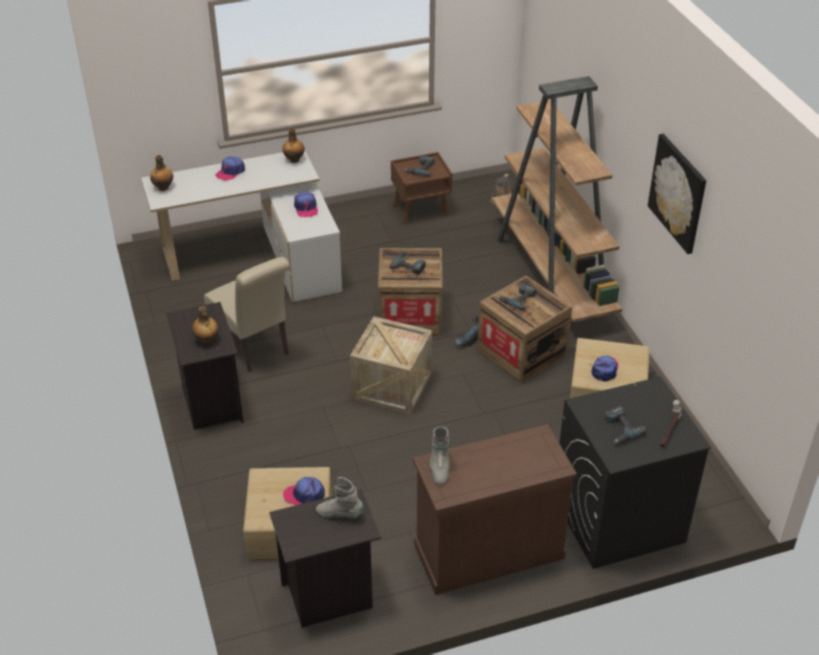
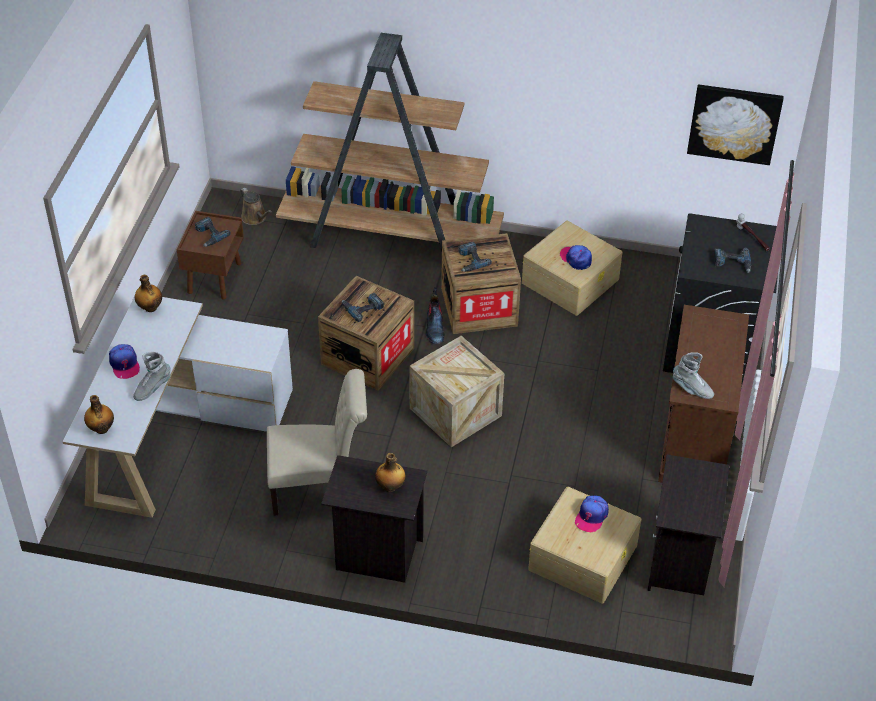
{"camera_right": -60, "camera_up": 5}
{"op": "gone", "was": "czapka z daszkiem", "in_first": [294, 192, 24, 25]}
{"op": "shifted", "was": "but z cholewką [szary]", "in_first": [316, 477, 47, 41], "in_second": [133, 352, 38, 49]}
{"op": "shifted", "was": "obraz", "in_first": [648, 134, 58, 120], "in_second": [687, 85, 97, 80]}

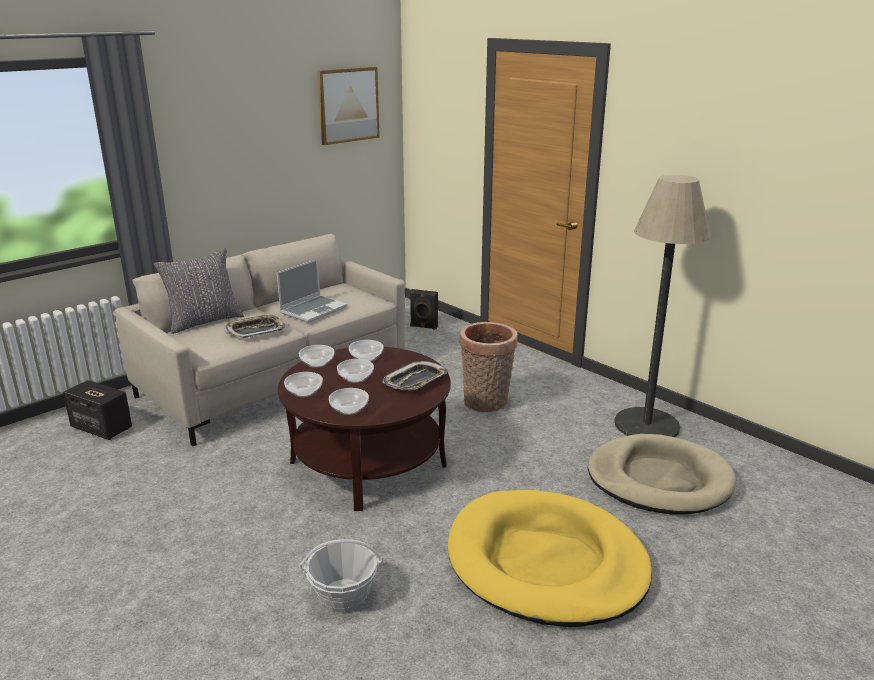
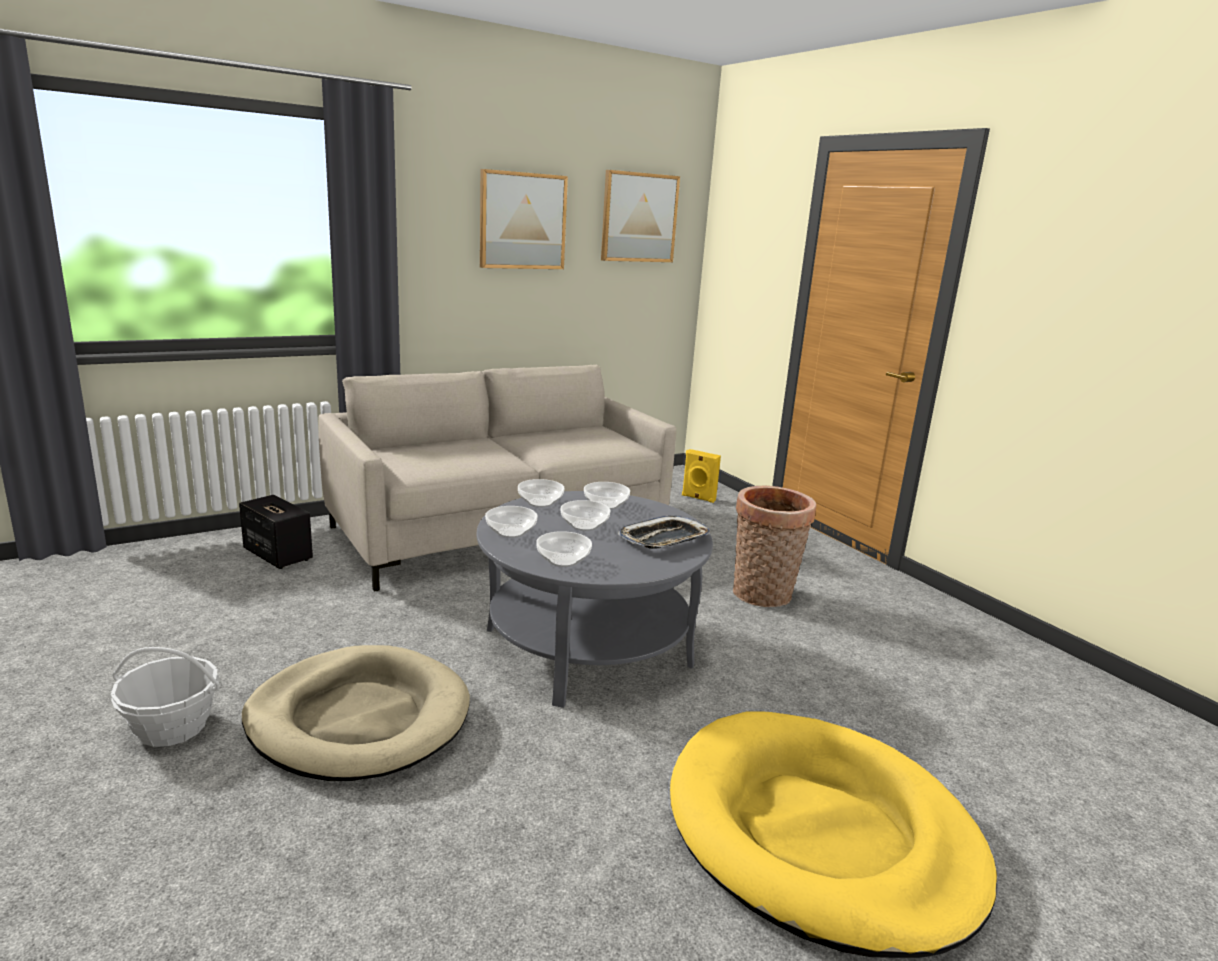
{"camera_right": 10, "camera_up": -5}
{"op": "gone", "was": "poduszka [szary]", "in_first": [154, 248, 90, 86]}
{"op": "gone", "was": "taca", "in_first": [224, 314, 61, 24]}
{"op": "gone", "was": "laptop", "in_first": [277, 259, 70, 64]}
{"op": "repainted", "was": "ława [brązowy]", "now": "ława [szary]", "in_first": [278, 347, 173, 164], "in_second": [477, 491, 236, 217]}
{"op": "shifted", "was": "koszyk", "in_first": [299, 539, 84, 73], "in_second": [111, 647, 109, 100]}
{"op": "repainted", "was": "głośnik [czarny]", "now": "głośnik [żółty]", "in_first": [410, 289, 28, 41], "in_second": [682, 449, 39, 54]}
{"op": "shifted", "was": "legowisko [beżowy]", "in_first": [588, 434, 148, 81], "in_second": [242, 645, 228, 136]}
{"op": "gone", "was": "lampa stojąca", "in_first": [615, 175, 95, 262]}
{"op": "new", "now": "obraz", "in_second": [480, 169, 88, 100]}

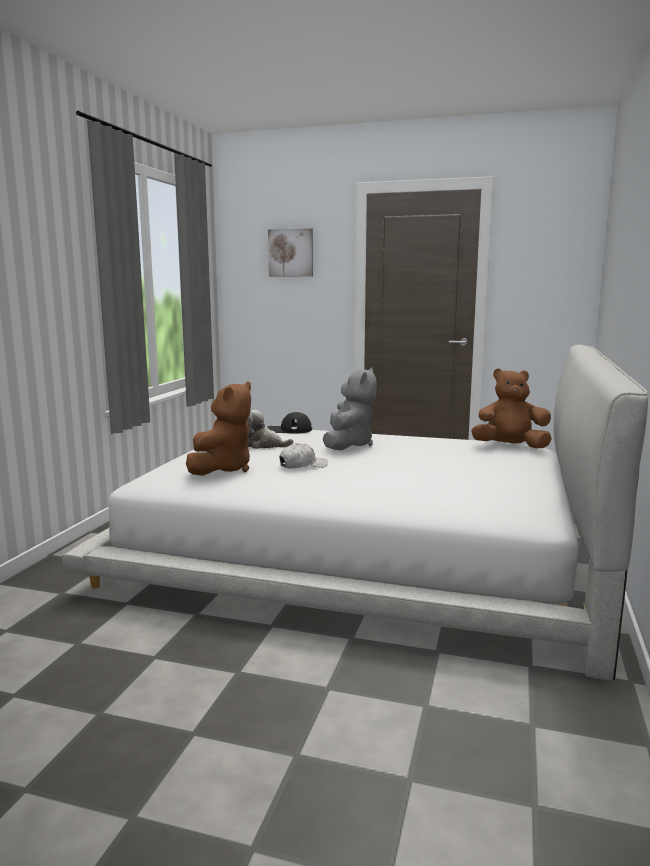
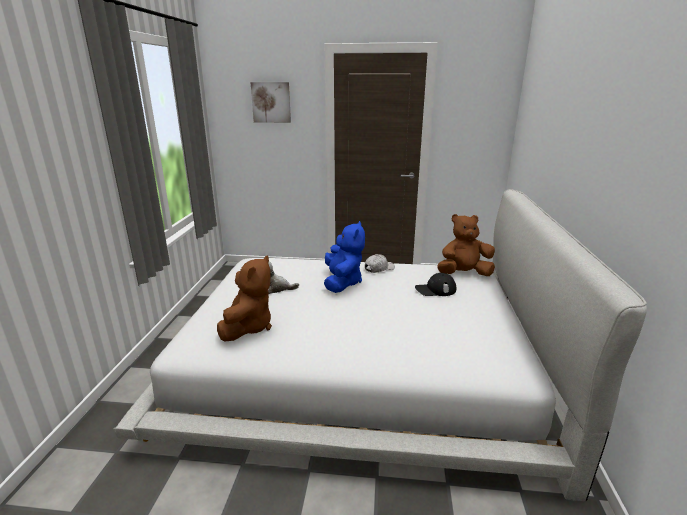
{"camera_right": -10, "camera_up": 10}
{"op": "shifted", "was": "czapka z daszkiem [czarny]", "in_first": [267, 412, 45, 22], "in_second": [415, 273, 41, 23]}
{"op": "shifted", "was": "czapka z daszkiem [biały]", "in_first": [279, 443, 49, 25], "in_second": [365, 254, 30, 19]}
{"op": "repainted", "was": "pluszak [szary]", "now": "pluszak [niebieski]", "in_first": [323, 368, 53, 82], "in_second": [324, 221, 41, 72]}

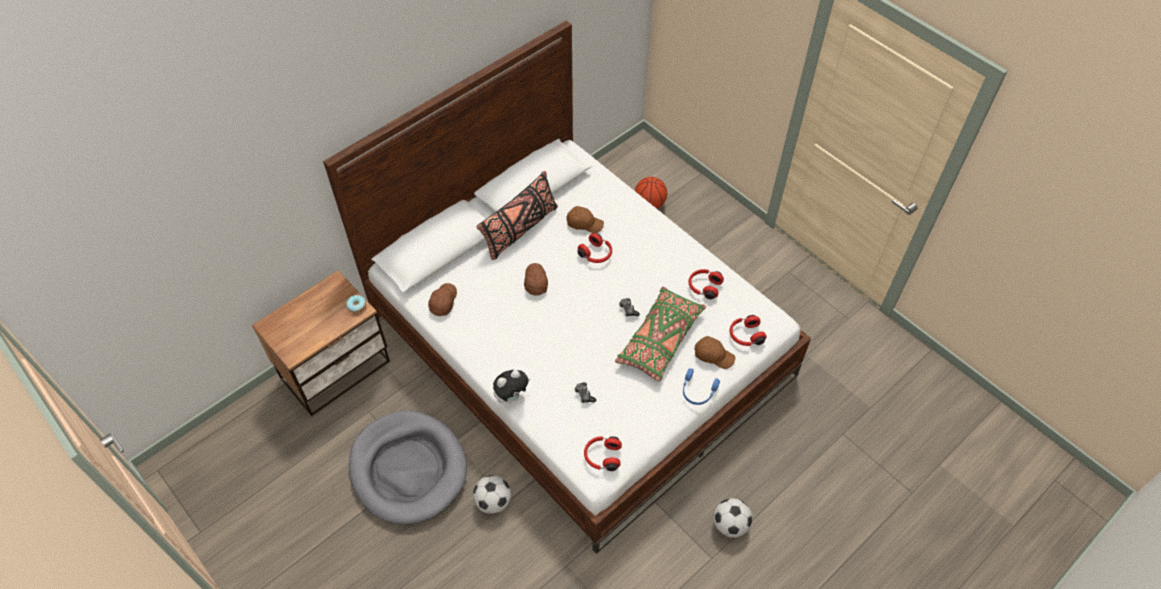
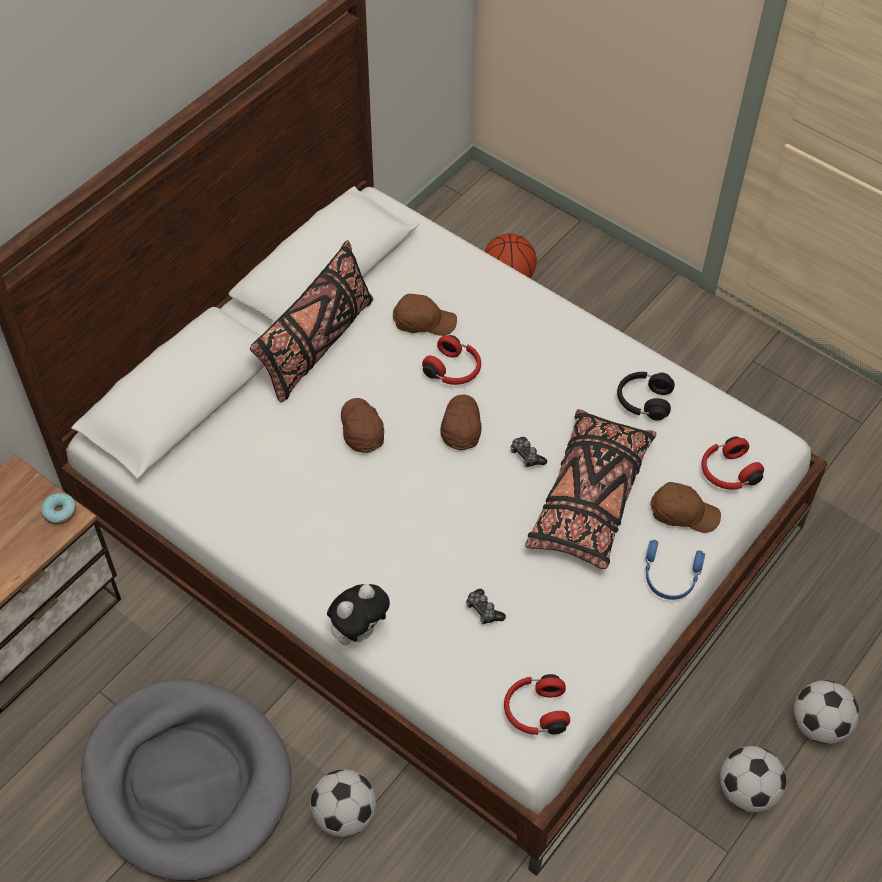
{"camera_right": -10, "camera_up": 0}
{"op": "shifted", "was": "czapka z daszkiem [brązowy]", "in_first": [428, 283, 29, 33], "in_second": [440, 394, 41, 56]}
{"op": "repainted", "was": "poduszka [zielony]", "now": "poduszka [czarny]", "in_first": [615, 287, 91, 94], "in_second": [525, 409, 132, 160]}
{"op": "repainted", "was": "słuchawki [czerwony]", "now": "słuchawki [czarny]", "in_first": [689, 269, 35, 30], "in_second": [617, 372, 58, 48]}
{"op": "new", "now": "piłka futbolowa", "in_second": [794, 680, 65, 64]}

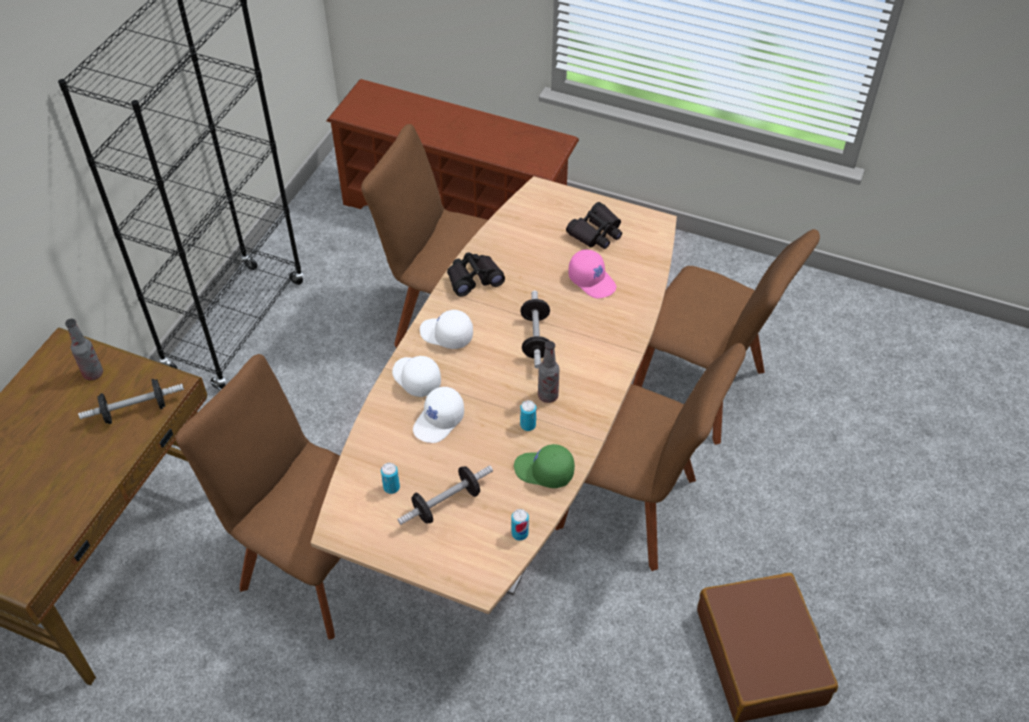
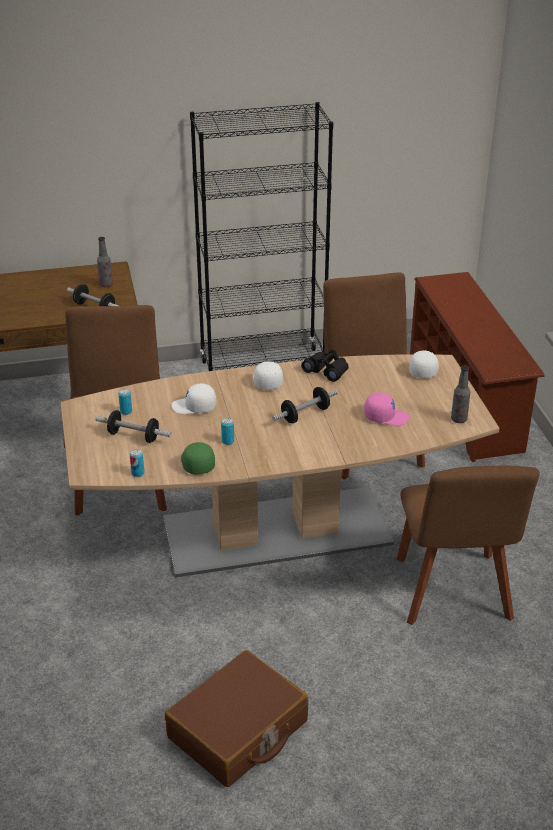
{"camera_right": 55, "camera_up": -15}
{"op": "shifted", "was": "czapka z daszkiem [biały]", "in_first": [392, 356, 49, 41], "in_second": [409, 350, 30, 28]}
{"op": "shifted", "was": "butelka", "in_first": [538, 341, 21, 62], "in_second": [451, 366, 19, 57]}
{"op": "gone", "was": "krzesło [brązowy]", "in_first": [555, 343, 191, 228]}
{"op": "gone", "was": "lornetka [czarny]", "in_first": [566, 202, 56, 47]}
{"op": "rotated", "was": "czapka z daszkiem [różowy]", "in_first": [568, 250, 48, 48], "in_second": [364, 392, 46, 34], "clockwise": -90}

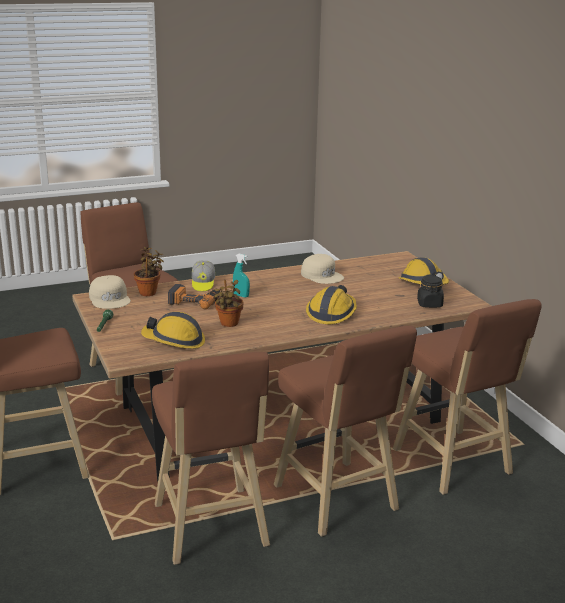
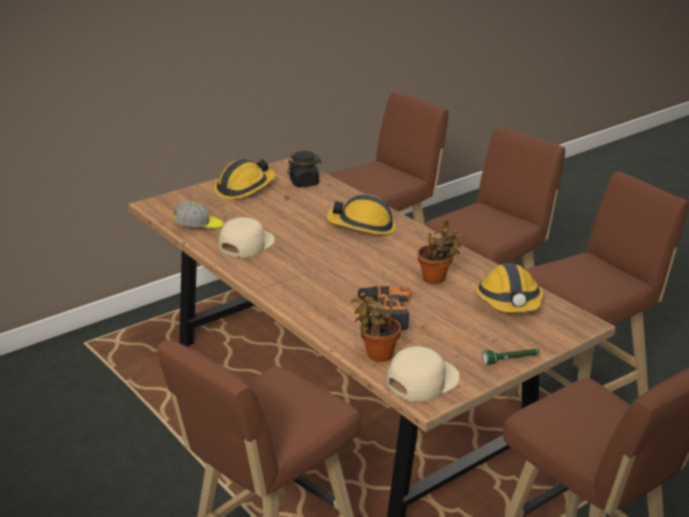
{"camera_right": -105, "camera_up": 5}
{"op": "shifted", "was": "czapka z daszkiem", "in_first": [192, 261, 23, 30], "in_second": [173, 201, 50, 27]}
{"op": "gone", "was": "spryskiwacz [turkusowy]", "in_first": [233, 254, 17, 44]}

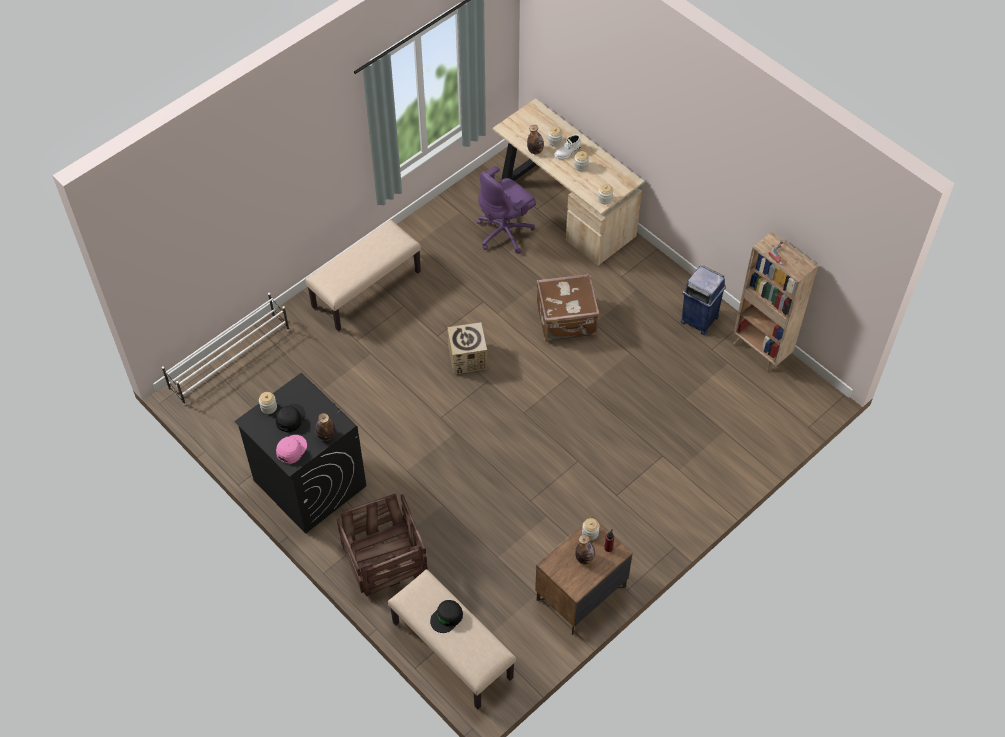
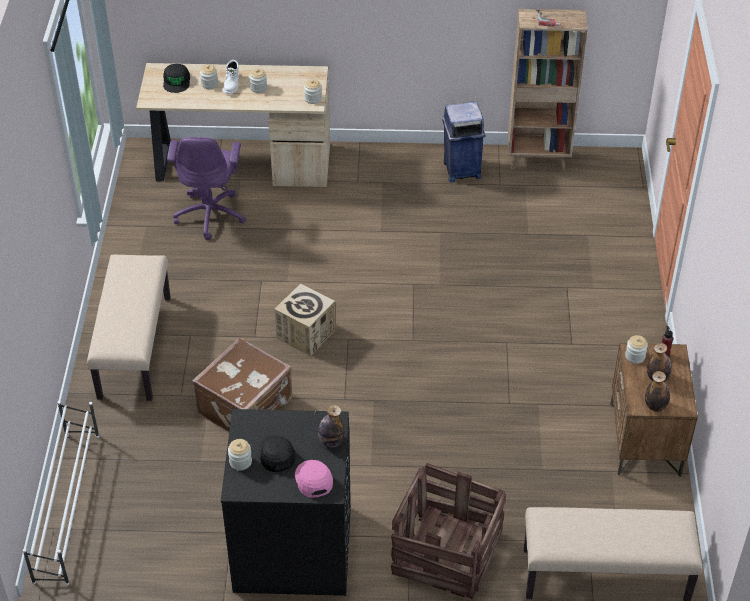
{"camera_right": -45, "camera_up": -10}
{"op": "shifted", "was": "czapka z daszkiem [czarny]", "in_first": [430, 600, 33, 33], "in_second": [163, 64, 27, 29]}
{"op": "shifted", "was": "butelka", "in_first": [527, 125, 17, 29], "in_second": [645, 371, 25, 41]}
{"op": "shifted", "was": "walizka [brązowy]", "in_first": [537, 274, 63, 67], "in_second": [192, 337, 101, 95]}

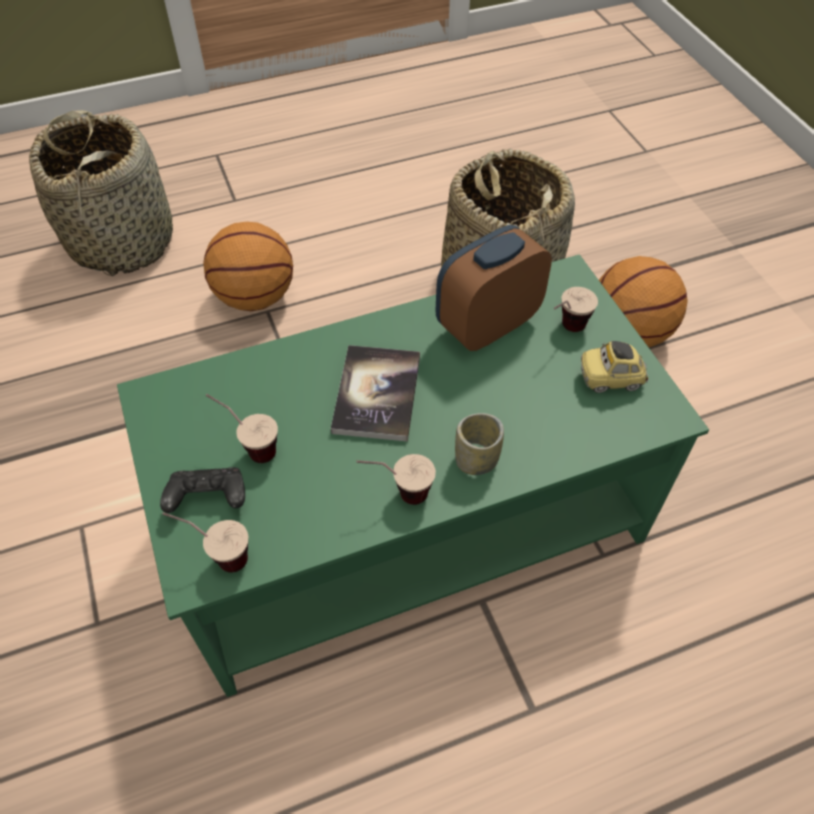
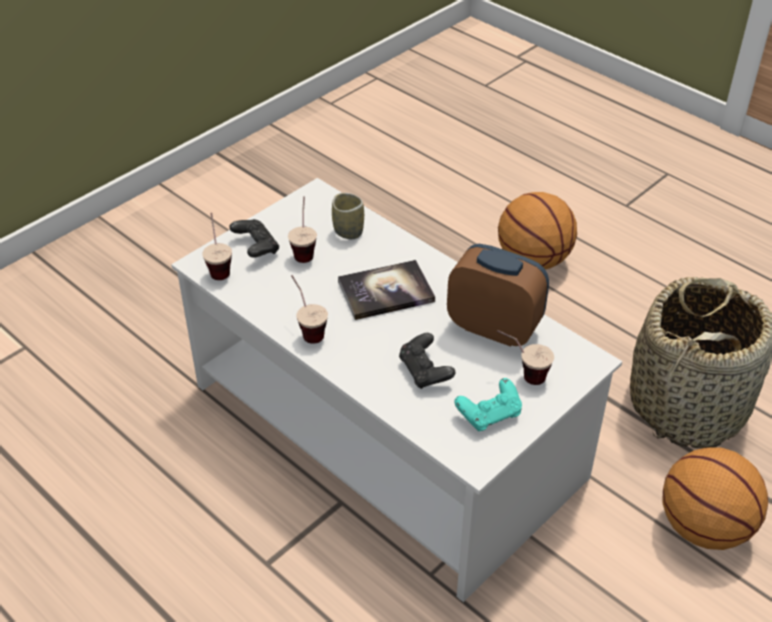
{"camera_right": 65, "camera_up": -10}
{"op": "gone", "was": "koszyk", "in_first": [29, 110, 144, 166]}
{"op": "repainted", "was": "ława [zielony]", "now": "ława [biały]", "in_first": [117, 254, 592, 443], "in_second": [171, 178, 451, 424]}
{"op": "shifted", "was": "filiżanka", "in_first": [455, 413, 49, 62], "in_second": [332, 193, 32, 46]}
{"op": "swapped", "was": "samochodzik", "now": "pad do gier [turkusowy]", "in_first": [581, 341, 67, 52], "in_second": [454, 378, 68, 54]}
{"op": "new", "now": "pad do gier [czarny]", "in_second": [399, 333, 57, 56]}

